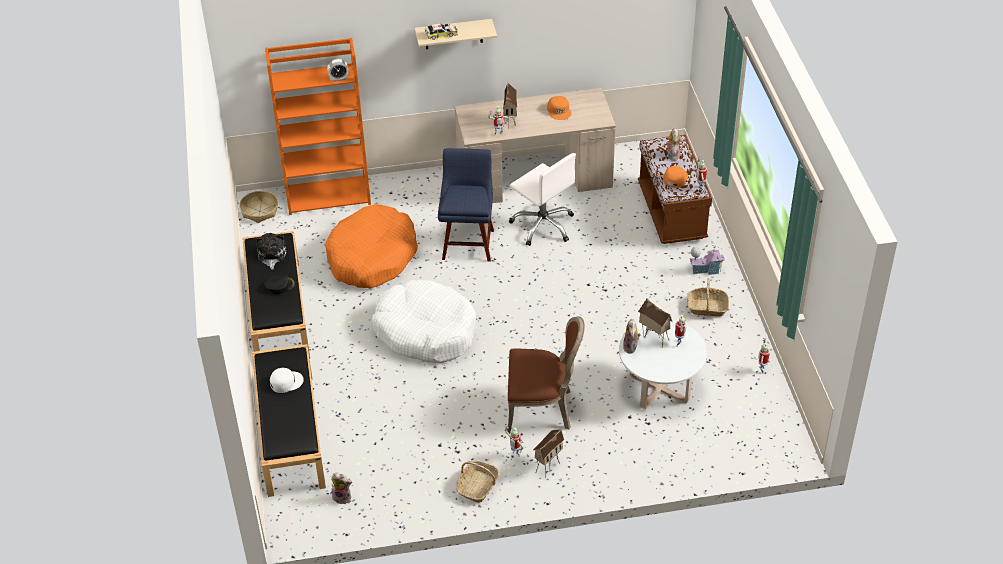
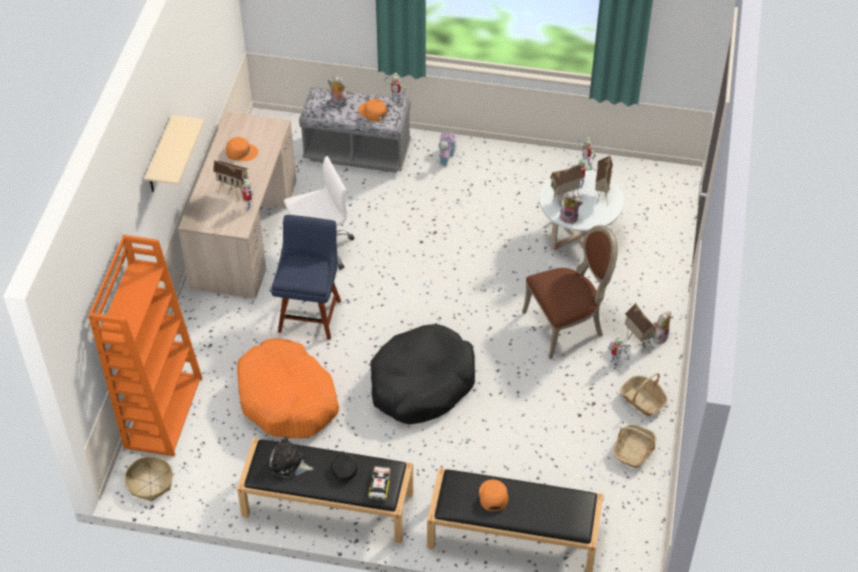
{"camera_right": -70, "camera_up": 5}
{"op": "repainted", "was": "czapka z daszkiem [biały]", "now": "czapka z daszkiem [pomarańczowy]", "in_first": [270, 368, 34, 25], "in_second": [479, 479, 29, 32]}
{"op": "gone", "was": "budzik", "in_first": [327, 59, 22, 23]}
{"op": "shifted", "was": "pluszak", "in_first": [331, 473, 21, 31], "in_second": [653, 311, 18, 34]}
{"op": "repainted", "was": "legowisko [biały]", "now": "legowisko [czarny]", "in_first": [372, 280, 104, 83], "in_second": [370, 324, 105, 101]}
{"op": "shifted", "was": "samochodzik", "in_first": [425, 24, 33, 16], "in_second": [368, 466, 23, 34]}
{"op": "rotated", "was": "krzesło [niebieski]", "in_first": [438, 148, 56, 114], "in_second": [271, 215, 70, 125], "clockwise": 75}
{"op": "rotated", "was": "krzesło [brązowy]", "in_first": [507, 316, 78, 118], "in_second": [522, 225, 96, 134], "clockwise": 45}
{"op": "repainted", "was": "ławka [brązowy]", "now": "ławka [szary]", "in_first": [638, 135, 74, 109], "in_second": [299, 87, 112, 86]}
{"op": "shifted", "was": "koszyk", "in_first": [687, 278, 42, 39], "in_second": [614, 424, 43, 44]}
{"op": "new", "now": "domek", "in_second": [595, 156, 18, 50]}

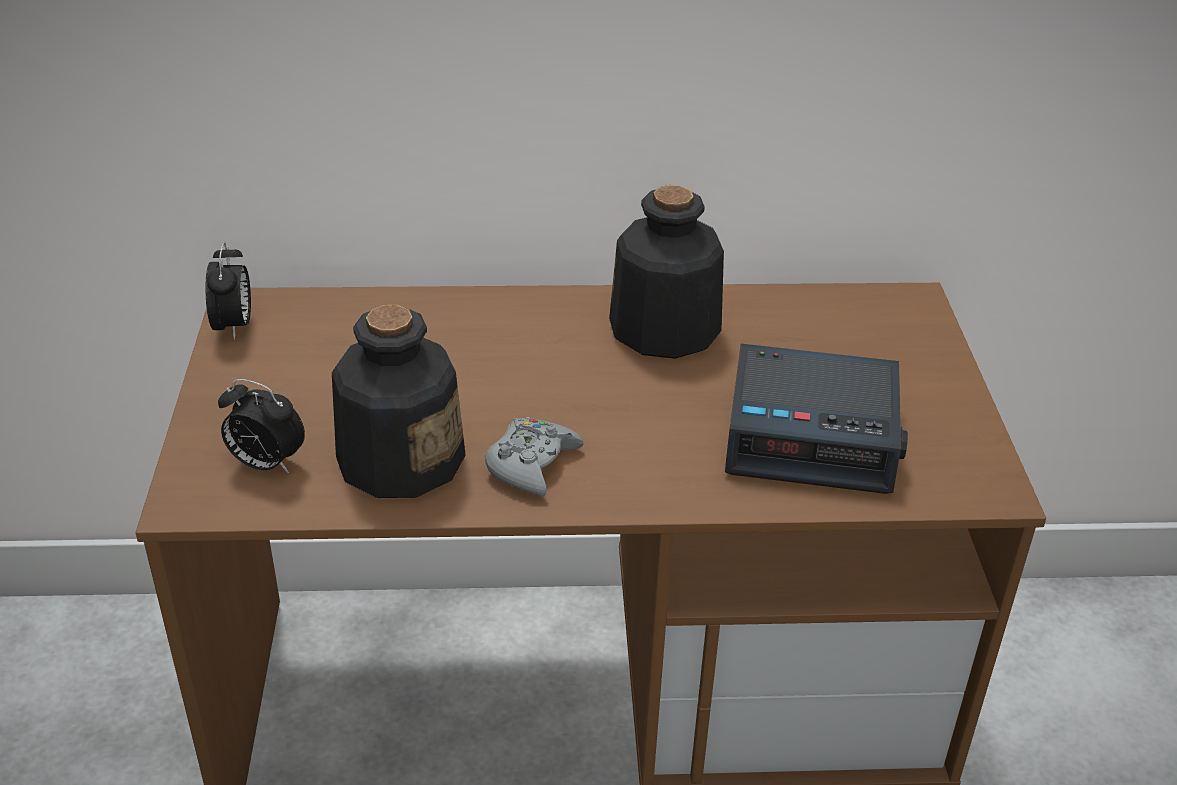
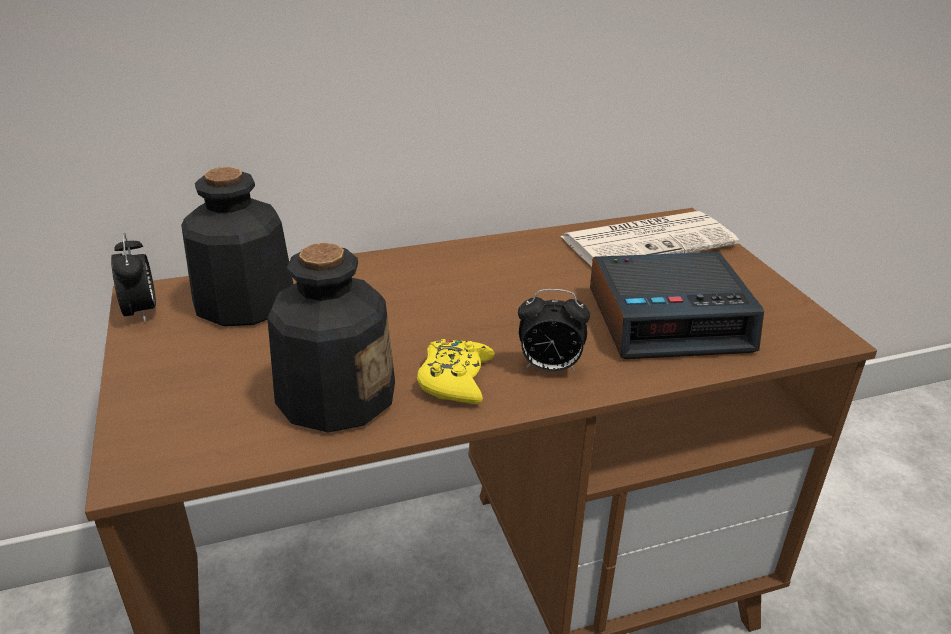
{"camera_right": -15, "camera_up": -5}
{"op": "shifted", "was": "budzik", "in_first": [218, 379, 87, 94], "in_second": [518, 289, 72, 82]}
{"op": "repainted", "was": "pad do gier [szary]", "now": "pad do gier [żółty]", "in_first": [485, 417, 99, 79], "in_second": [417, 339, 78, 65]}
{"op": "shifted", "was": "butelka", "in_first": [609, 185, 115, 174], "in_second": [181, 167, 113, 159]}
{"op": "new", "now": "gazeta", "in_second": [561, 211, 178, 55]}

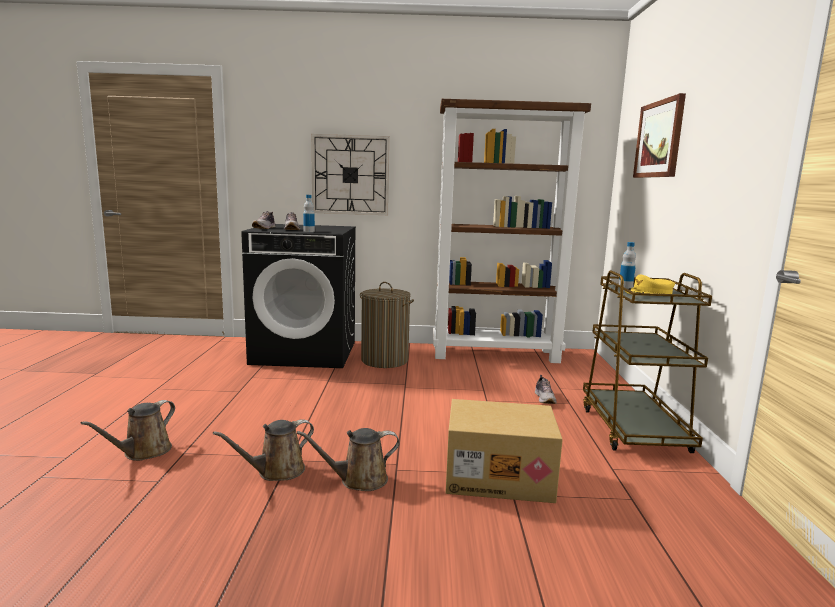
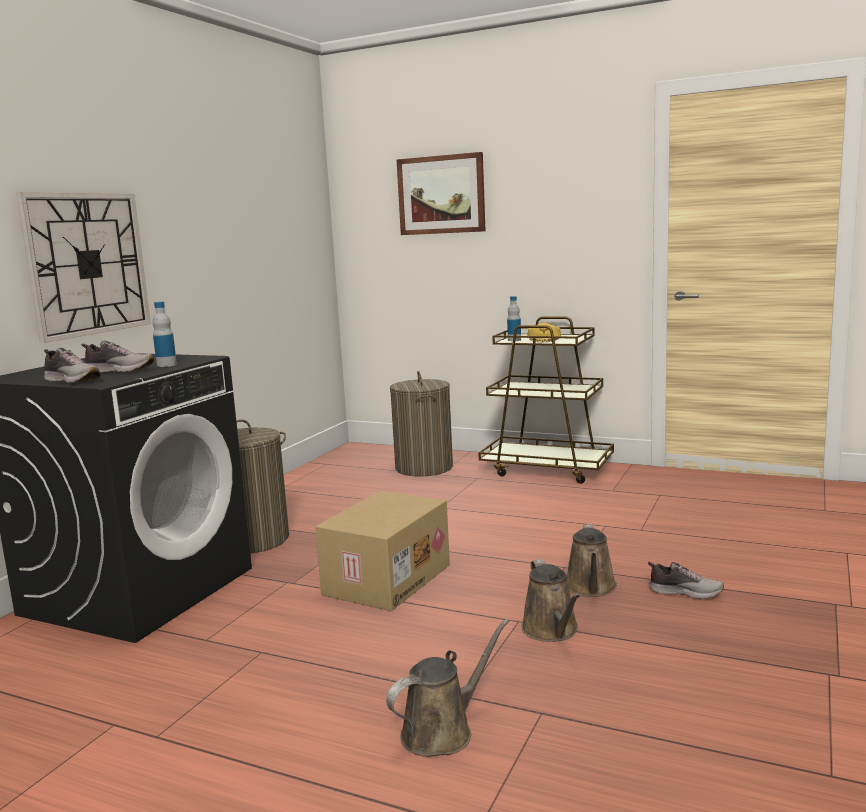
{"camera_right": -65, "camera_up": 0}
{"op": "rotated", "was": "konewka [brązowy]", "in_first": [81, 400, 94, 61], "in_second": [386, 619, 123, 138], "clockwise": -90}
{"op": "gone", "was": "regał [brązowy]", "in_first": [433, 99, 158, 264]}
{"op": "shifted", "was": "karton", "in_first": [446, 399, 117, 104], "in_second": [315, 491, 135, 120]}
{"op": "shifted", "was": "but", "in_first": [535, 375, 22, 29], "in_second": [648, 562, 76, 37]}
{"op": "new", "now": "kosz na pranie", "in_second": [390, 371, 63, 106]}

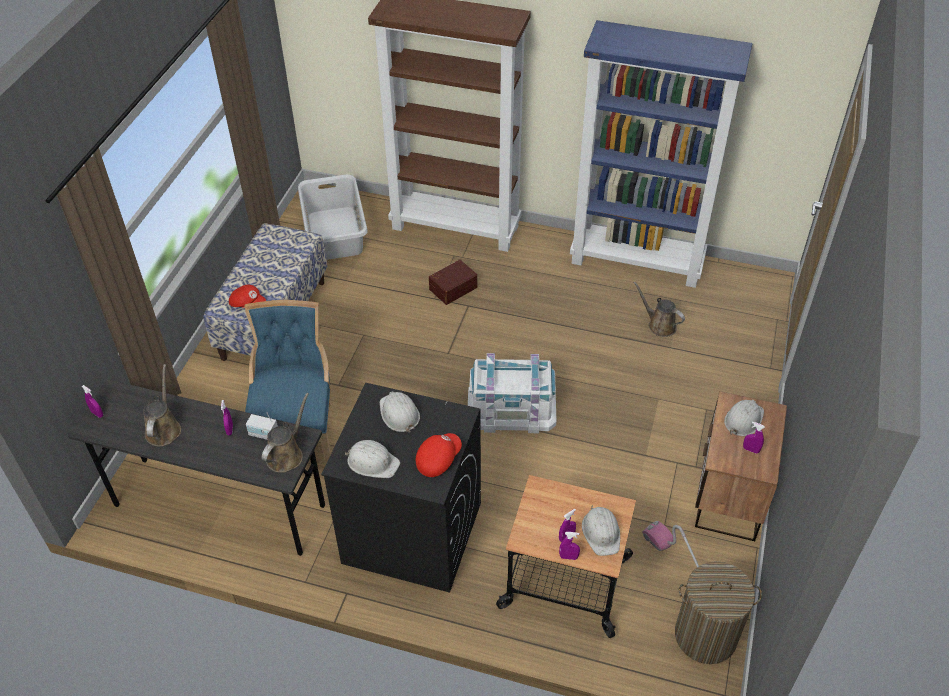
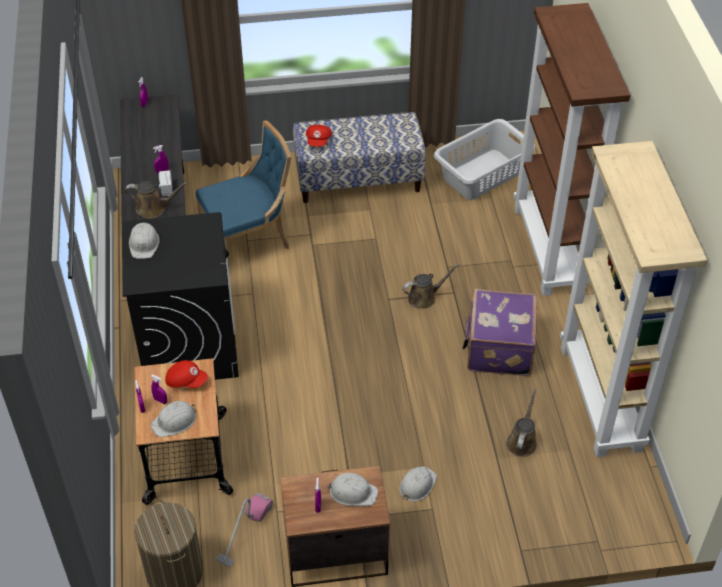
{"camera_right": 65, "camera_up": 0}
{"op": "shifted", "was": "konewka [brązowy]", "in_first": [143, 364, 38, 82], "in_second": [403, 264, 56, 45]}
{"op": "shifted", "was": "kask [biały]", "in_first": [380, 392, 40, 41], "in_second": [399, 466, 38, 35]}
{"op": "shifted", "was": "czapka z daszkiem [czerwony]", "in_first": [416, 433, 46, 44], "in_second": [165, 360, 43, 28]}
{"op": "gone", "was": "pojemnik do przechowywania [brązowy]", "in_first": [429, 259, 48, 46]}
{"op": "gone", "was": "pojemnik do przechowywania [biały]", "in_first": [468, 353, 88, 80]}
{"op": "repainted", "was": "regał [niebieski]", "now": "regał [beżowy]", "in_first": [570, 20, 182, 268], "in_second": [560, 141, 147, 316]}
{"op": "new", "now": "walizka [fioletowy]", "in_second": [462, 289, 75, 87]}

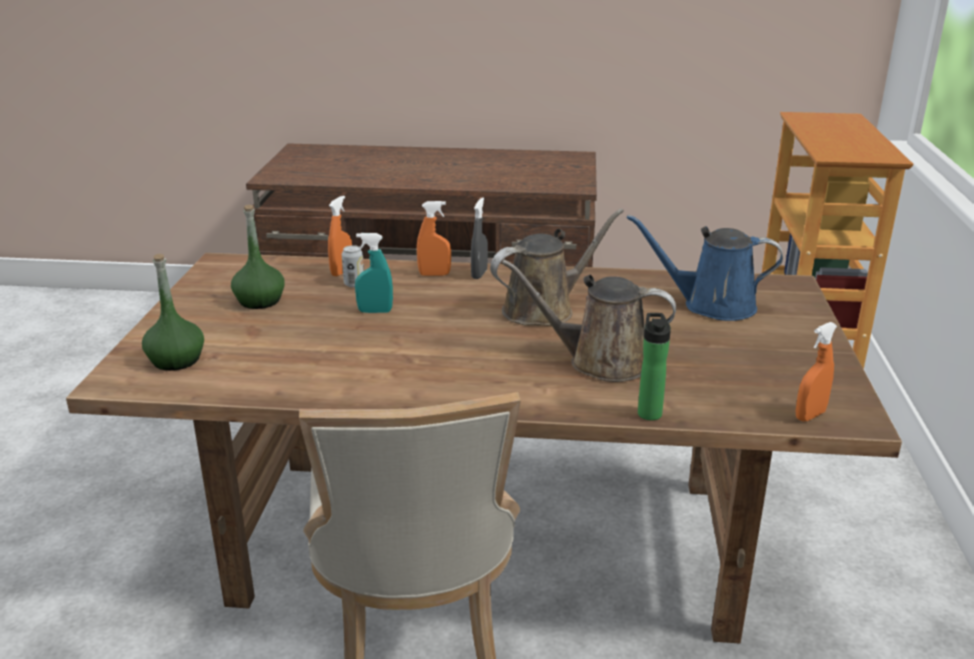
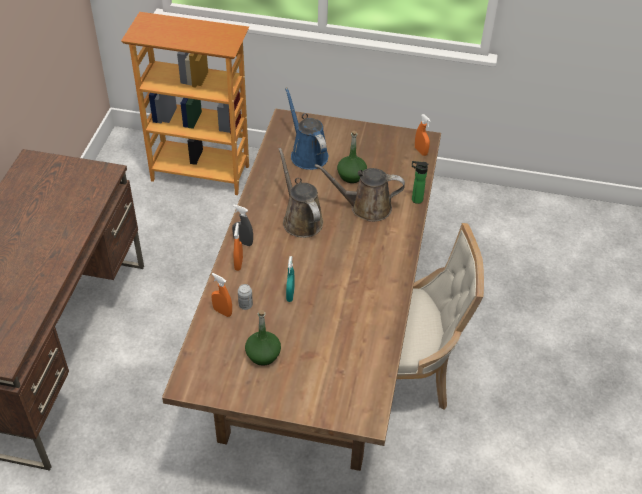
{"camera_right": -85, "camera_up": 20}
{"op": "shifted", "was": "butelka [zielony]", "in_first": [142, 254, 62, 117], "in_second": [337, 131, 30, 52]}
{"op": "rotated", "was": "konewka [brązowy]", "in_first": [502, 260, 174, 122], "in_second": [315, 164, 90, 58], "clockwise": 75}
{"op": "rotated", "was": "konewka [niebieski]", "in_first": [627, 214, 156, 107], "in_second": [285, 87, 44, 83], "clockwise": 135}

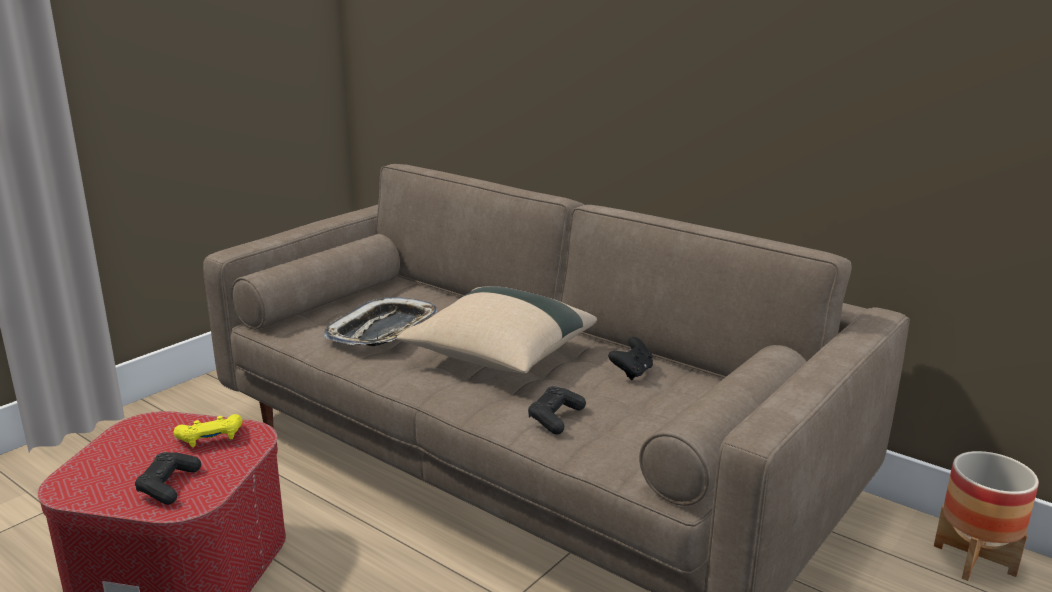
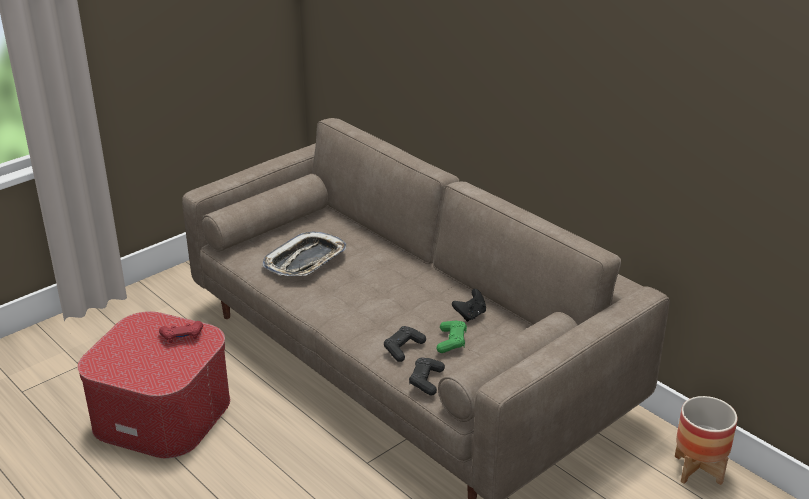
{"camera_right": 10, "camera_up": 10}
{"op": "shifted", "was": "pad do gier [czarny]", "in_first": [135, 452, 66, 53], "in_second": [409, 358, 36, 38]}
{"op": "repainted", "was": "pad do gier [żółty]", "now": "pad do gier [czerwony]", "in_first": [173, 414, 69, 33], "in_second": [159, 321, 44, 22]}
{"op": "gone", "was": "poduszka [beżowy]", "in_first": [397, 286, 200, 88]}
{"op": "new", "now": "pad do gier [zielony]", "in_second": [436, 321, 31, 32]}

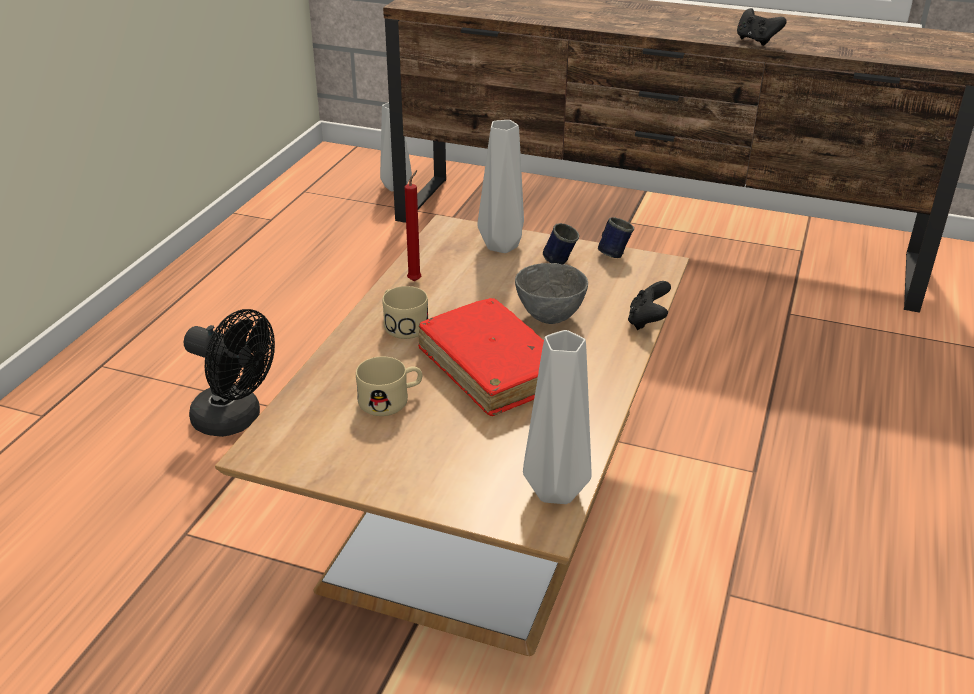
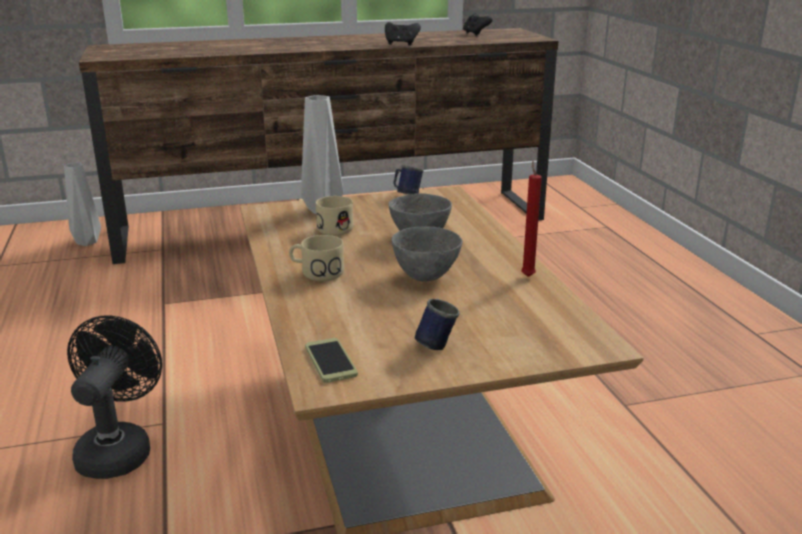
{"camera_right": -35, "camera_up": -10}
{"op": "rotated", "was": "wentylator [czarny]", "in_first": [184, 309, 91, 128], "in_second": [67, 315, 95, 164], "clockwise": -75}
{"op": "shifted", "was": "kubek [beżowy]", "in_first": [356, 357, 66, 59], "in_second": [316, 196, 38, 40]}
{"op": "shifted", "was": "świeca [czerwony]", "in_first": [405, 170, 16, 111], "in_second": [521, 161, 21, 116]}
{"op": "swapped", "was": "książka [czerwony]", "now": "miska [szary]", "in_first": [418, 298, 126, 118], "in_second": [392, 226, 71, 55]}
{"op": "gone", "was": "wazon [szary]", "in_first": [523, 330, 68, 174]}
{"op": "shifted", "was": "kubek [niebieski]", "in_first": [543, 223, 36, 42], "in_second": [415, 299, 45, 51]}
{"op": "shifted", "was": "pad do gier [czarny]", "in_first": [628, 281, 43, 49], "in_second": [463, 13, 30, 23]}
{"op": "new", "now": "telefon", "in_second": [305, 338, 53, 45]}

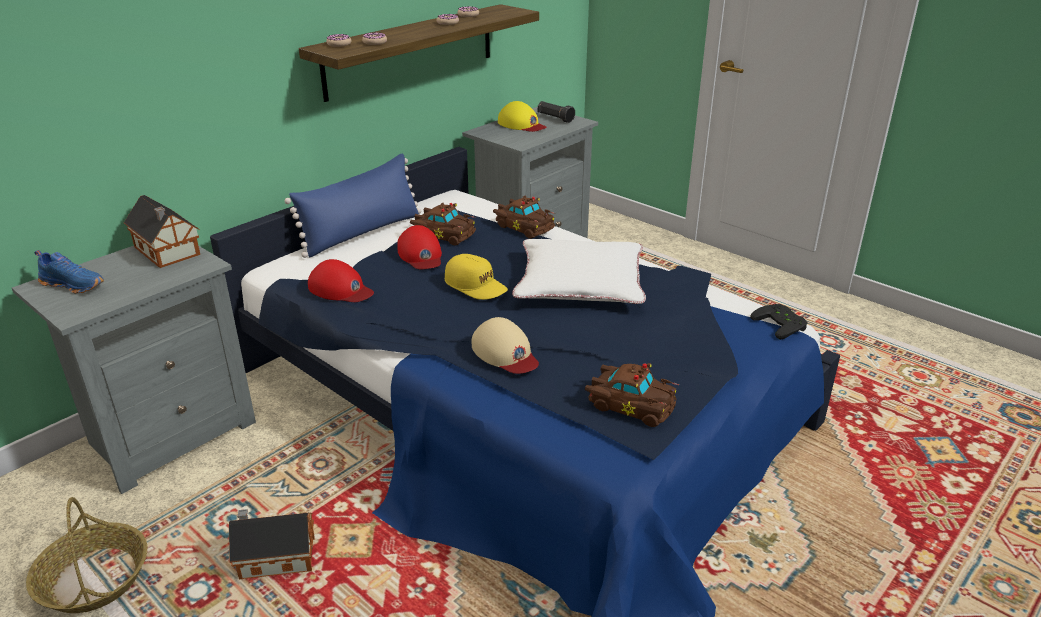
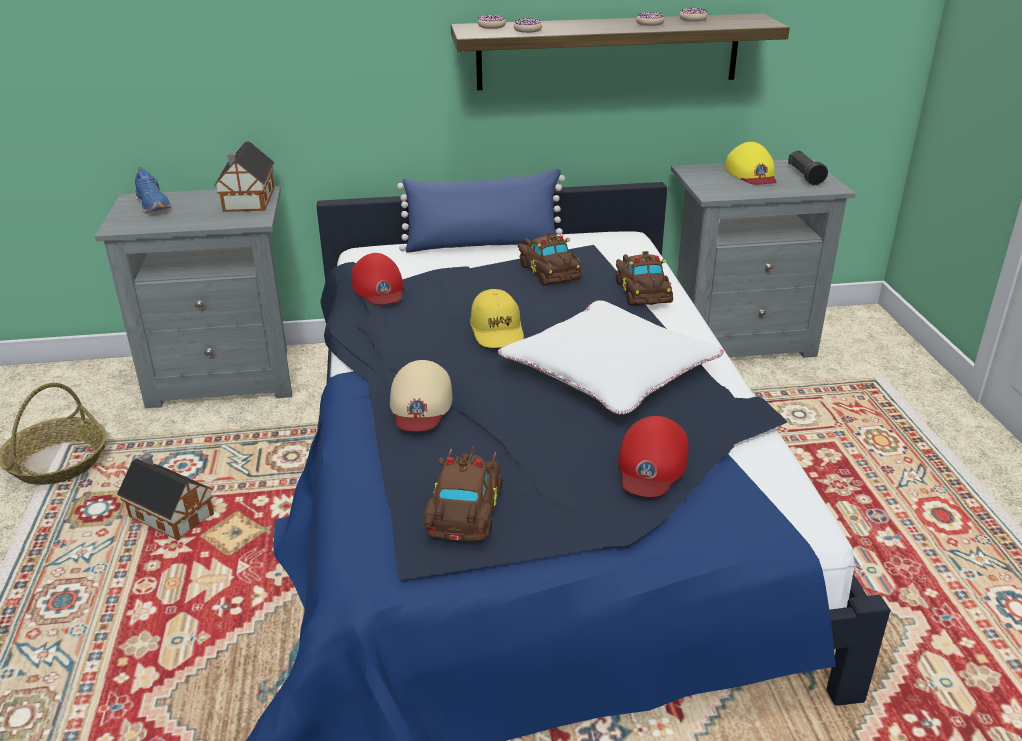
{"camera_right": 40, "camera_up": 0}
{"op": "shifted", "was": "czapka z daszkiem [czerwony]", "in_first": [398, 225, 44, 44], "in_second": [618, 416, 71, 81]}
{"op": "rotated", "was": "samochodzik [brązowy]", "in_first": [585, 363, 94, 64], "in_second": [424, 446, 79, 95], "clockwise": -150}
{"op": "gone", "was": "pad do gier [czarny]", "in_first": [750, 304, 58, 36]}

